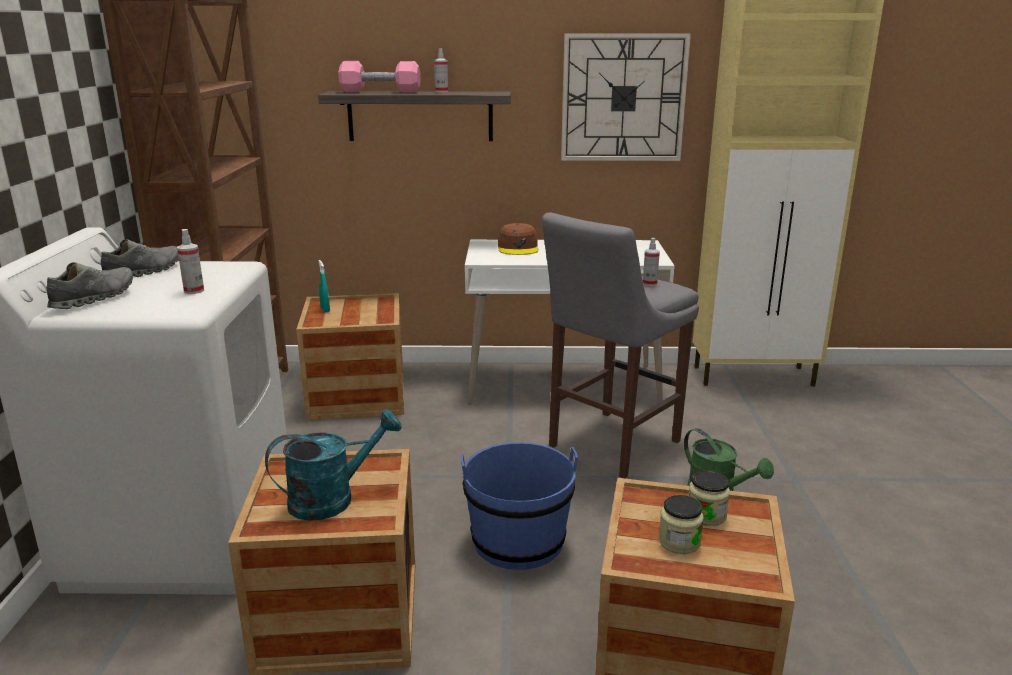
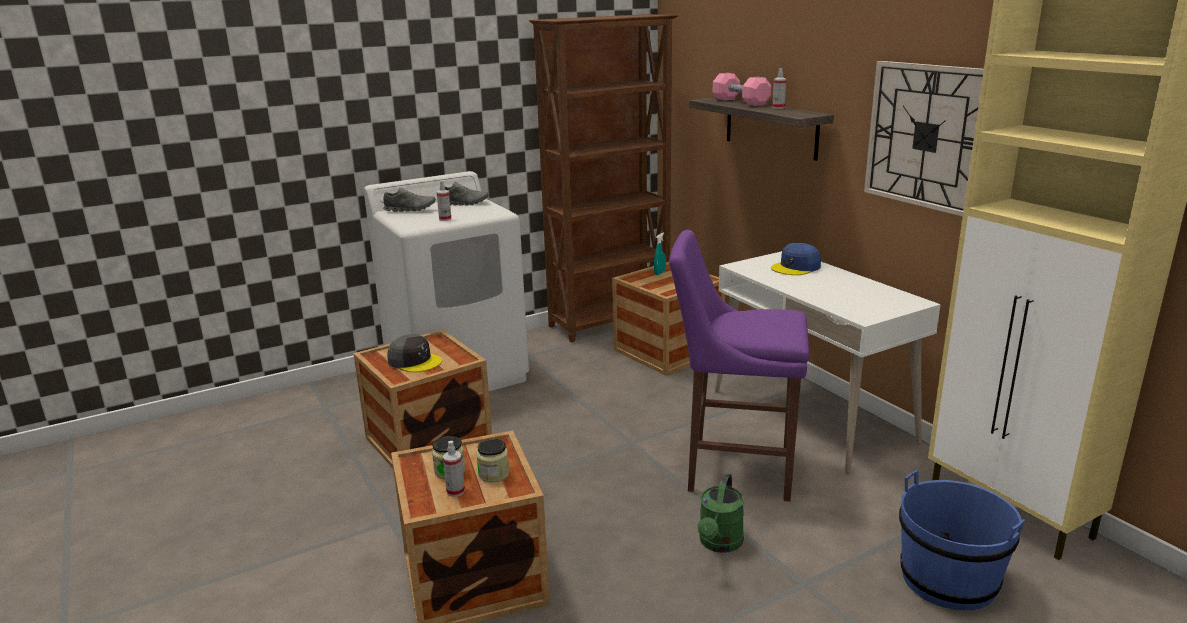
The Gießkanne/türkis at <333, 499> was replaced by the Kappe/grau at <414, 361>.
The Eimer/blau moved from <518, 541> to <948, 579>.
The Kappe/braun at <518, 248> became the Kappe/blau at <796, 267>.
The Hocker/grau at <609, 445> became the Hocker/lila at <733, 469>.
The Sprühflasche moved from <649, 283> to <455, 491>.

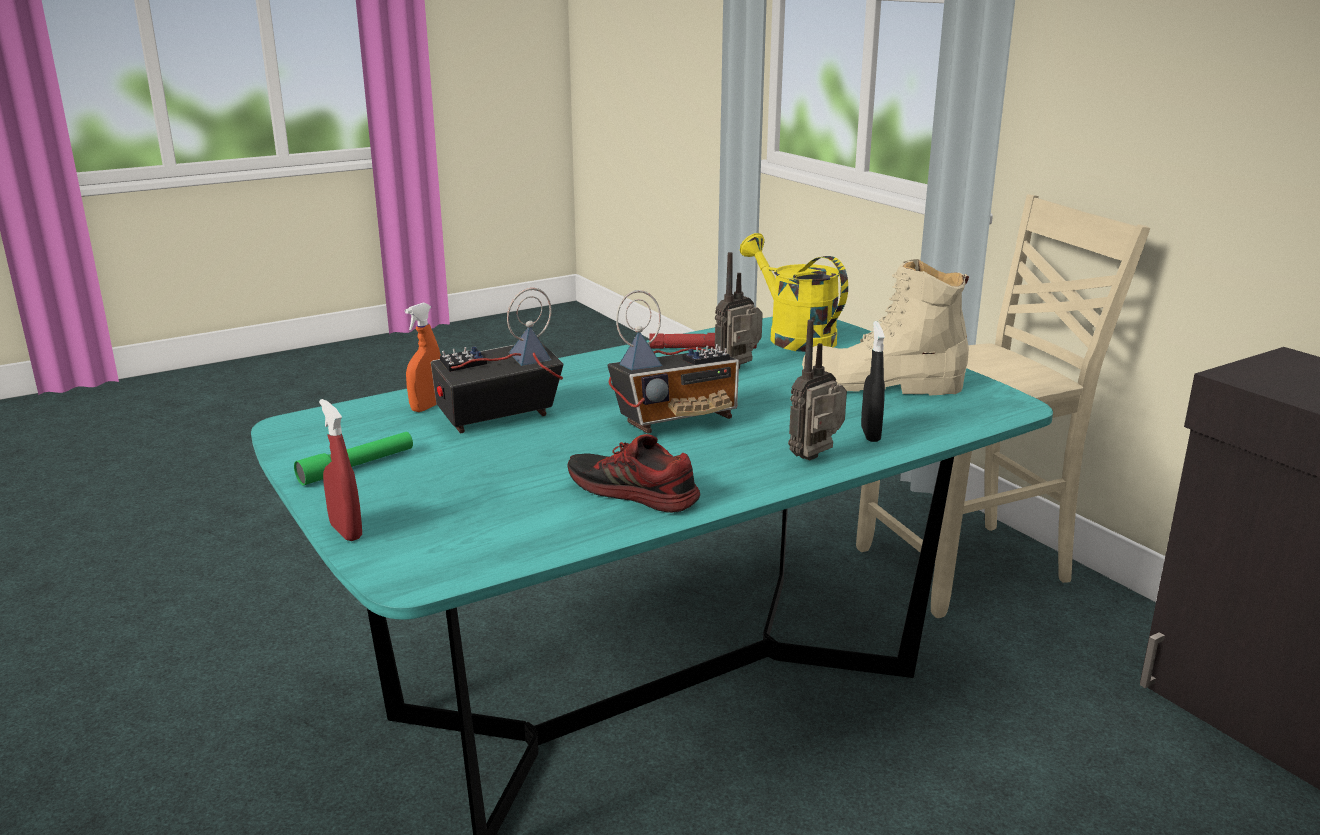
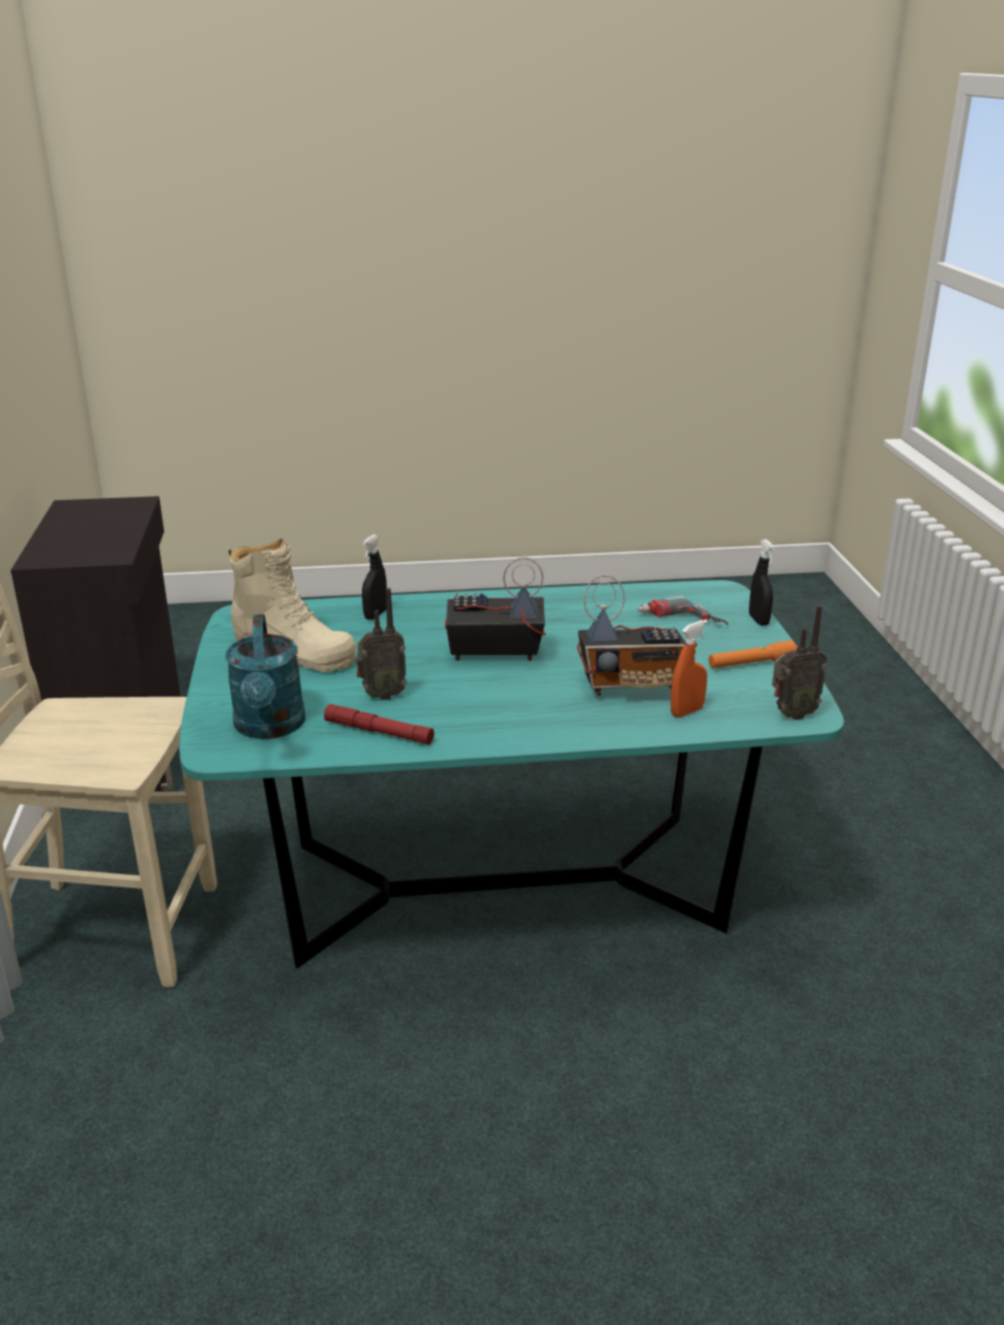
The Taschenlampe/grün at <357, 467> became the Taschenlampe/orange at <751, 663>.
The Sprühflasche/rot at <346, 531> became the Sprühflasche/schwarz at <758, 620>.
The Schuh at <632, 493> disappeared.
The Gießkanne/gelb at <793, 337> became the Gießkanne/türkis at <270, 728>.
The Radio moved from <817, 458> to <791, 714>.
The Bohrmaschine at <680, 621> appeared.

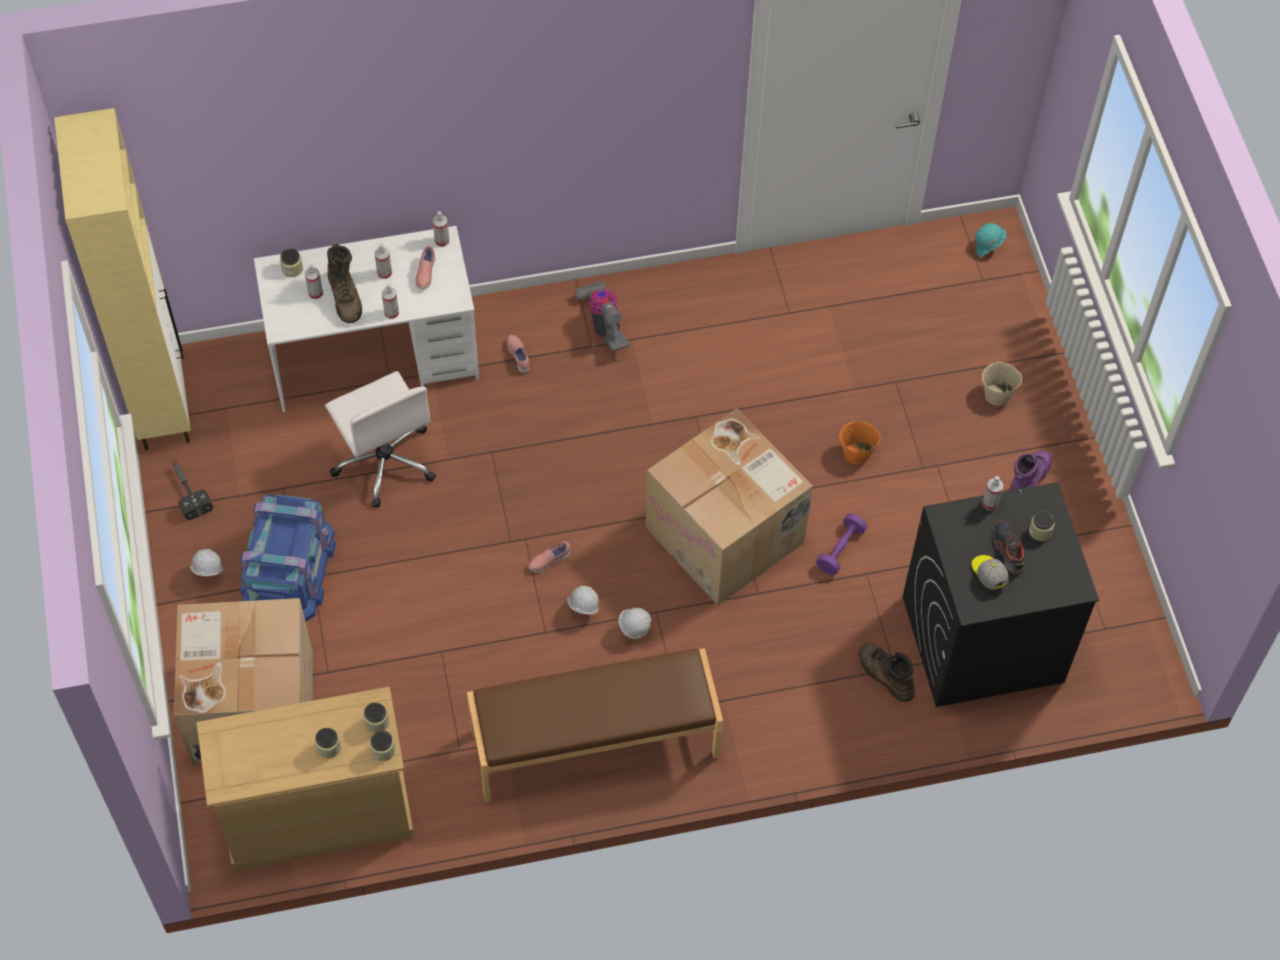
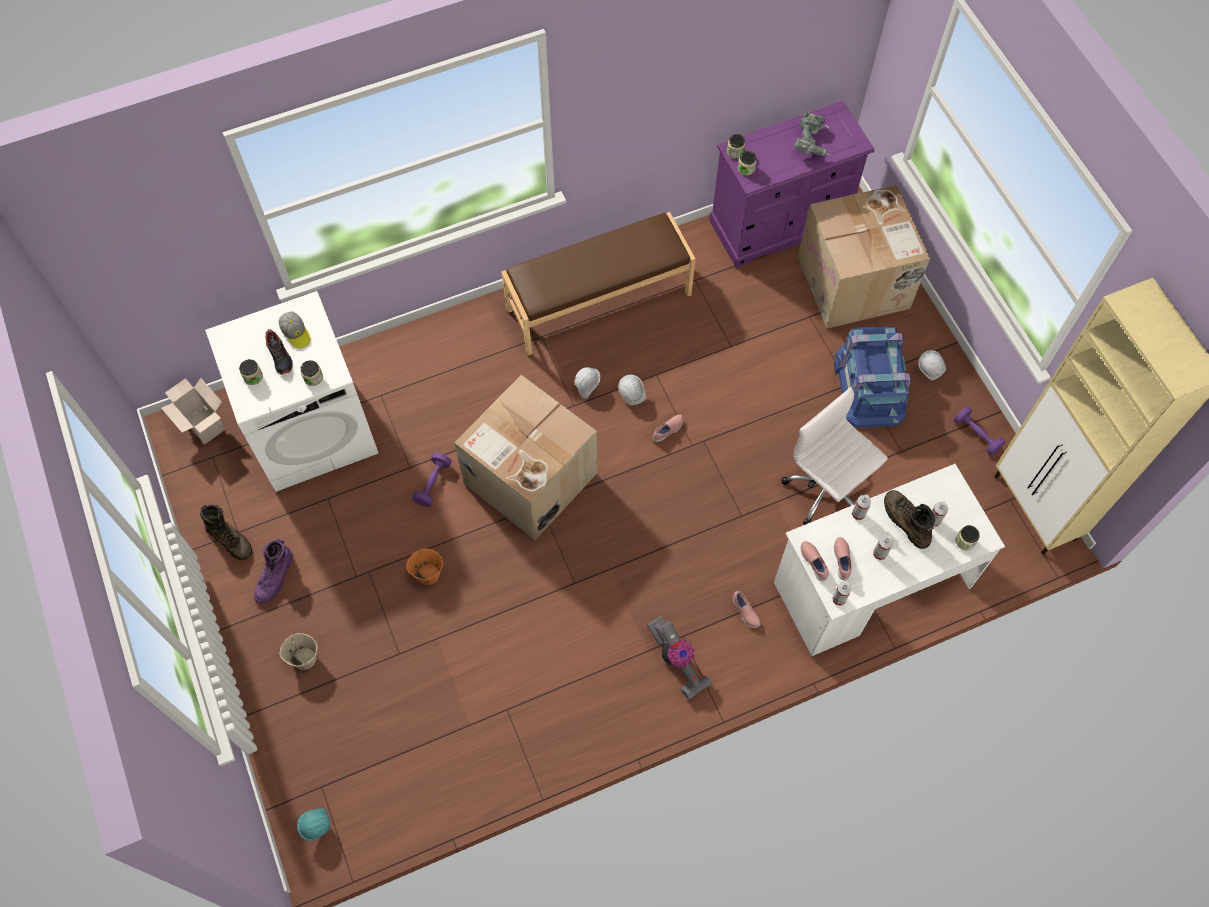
The Hammer at <187, 490> was replaced by the Hantel/lila at <976, 435>.
The Kommode/beige at <317, 813> became the Kommode/lila at <780, 223>.
The Vorratsglas moved from <329, 747> to <313, 377>.
The Stiefel/braun moved from <885, 675> to <230, 539>.
The Waschmaschine/schwarz at <981, 639> became the Waschmaschine/weiß at <313, 430>.
The Sprühflasche at <990, 503> disappeared.
The Karton at <203, 425> appeared.
The Bohrmaschine at <812, 143> appeared.
The Schuh/rosa at <814, 562> appeared.

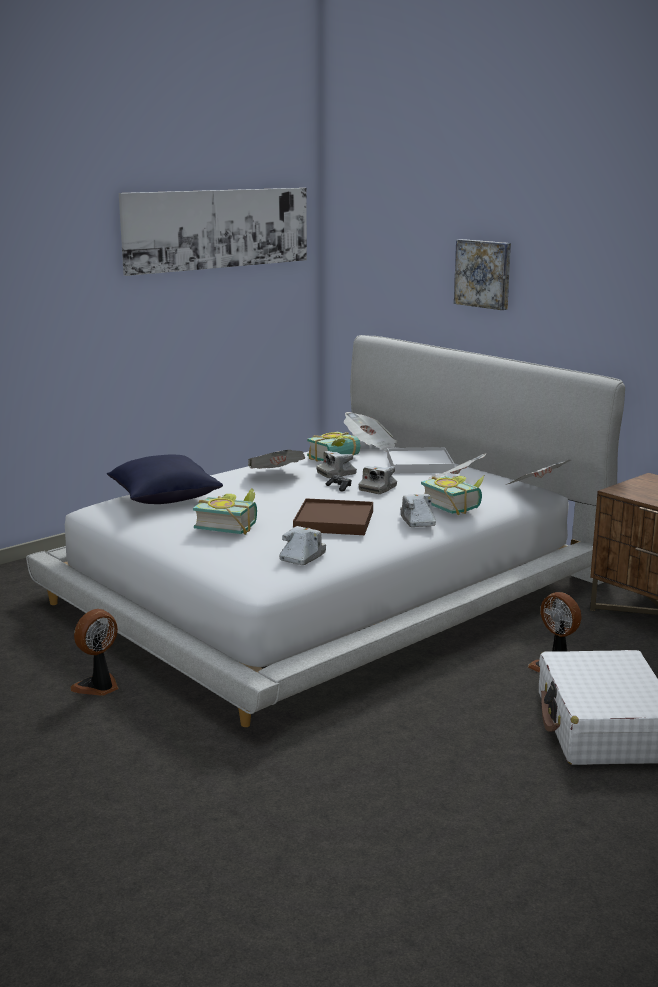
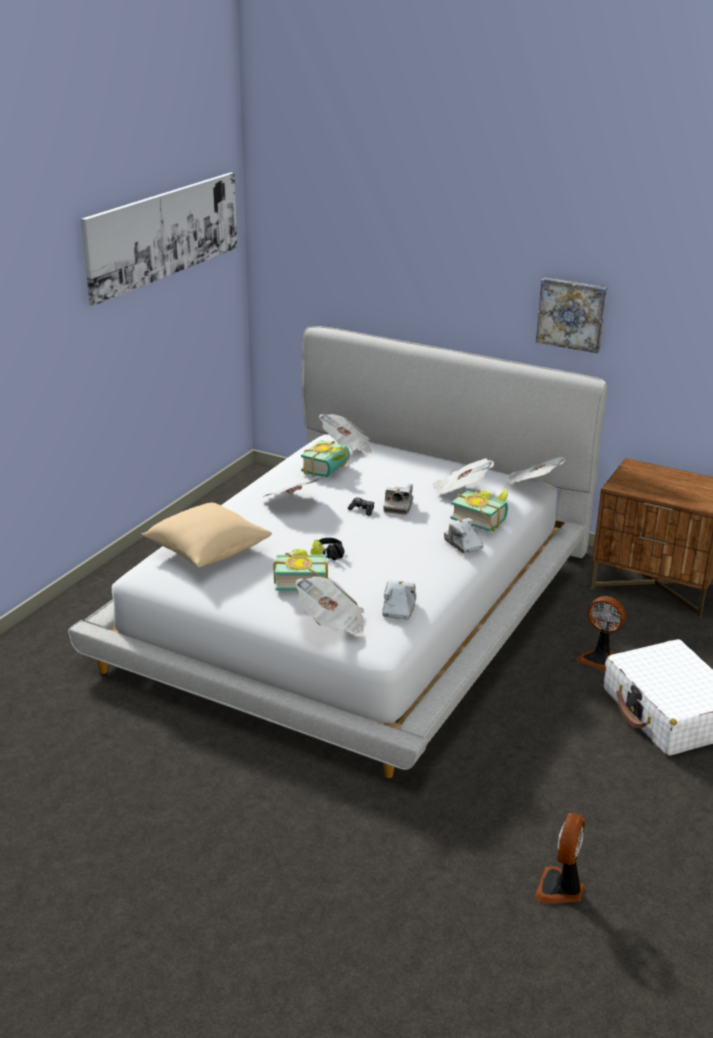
The Ventilator moved from <98, 687> to <561, 888>.
The Kissen/blau at <164, 498> became the Kissen/beige at <207, 551>.
The Tablett/braun at <333, 521> disappeared.
The Kamera at <336, 473> disappeared.
The Tablett/weiß at <420, 464> disappeared.
The Bild moved from <484, 273> to <571, 314>.
The Zeitung at <332, 623> appeared.
The Kopfhörer/schwarz at <333, 556> appeared.

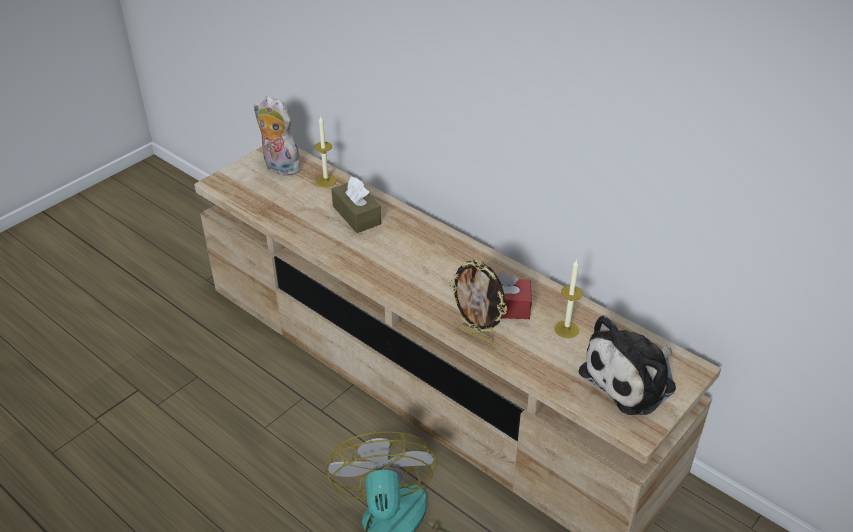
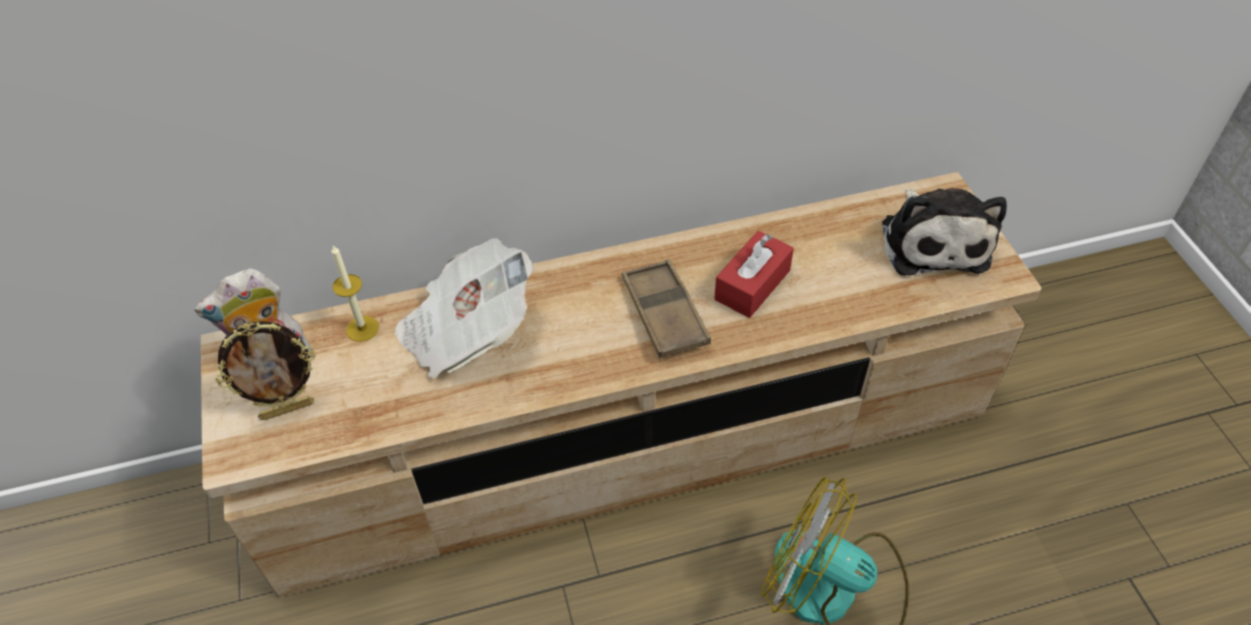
The Taschentuchbox/braun at <356, 215> was replaced by the Zeitung at <467, 331>.
The Bilderrahmen moved from <476, 335> to <287, 409>.
The Kerze at <566, 329> disappeared.
The Tablett/braun at <664, 314> appeared.

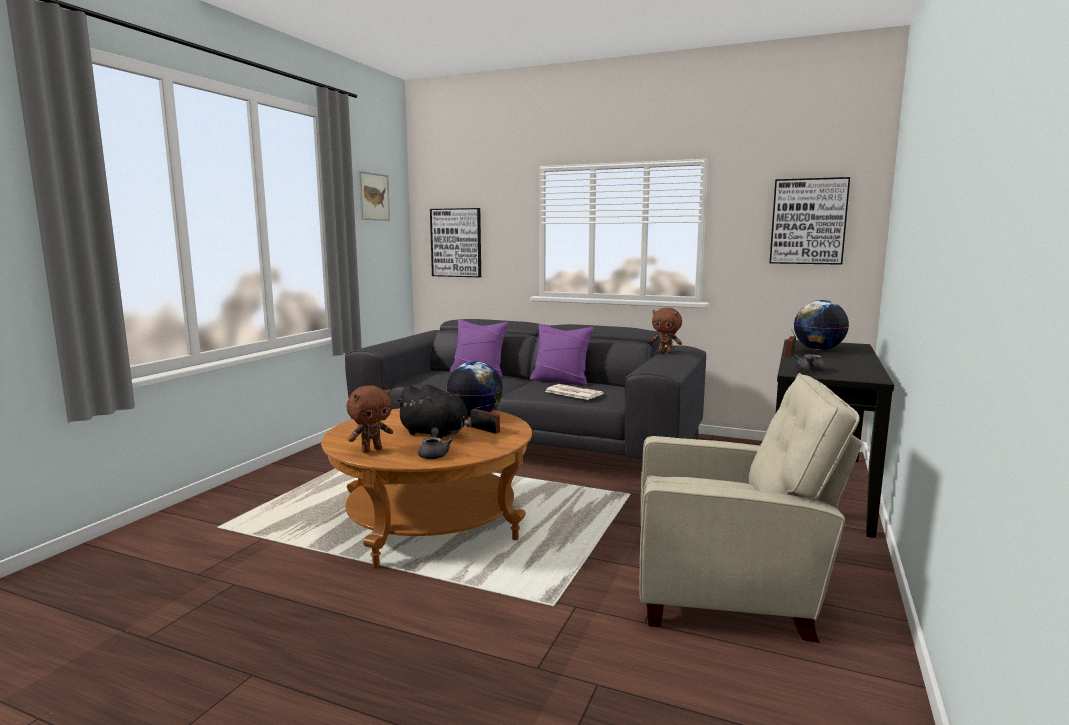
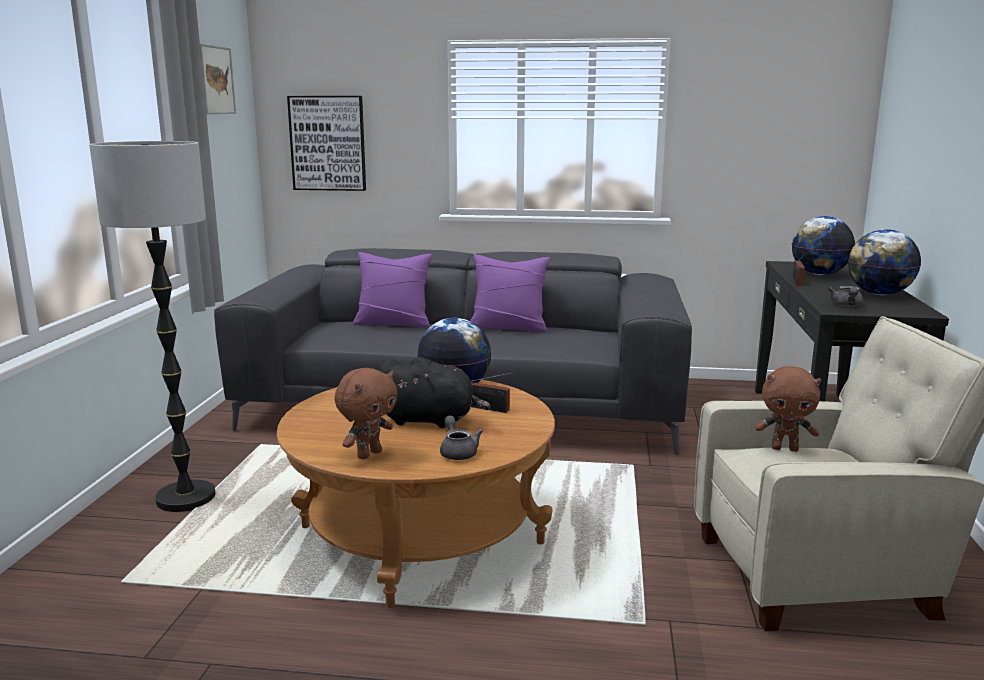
The Zeitung at <572, 393> disappeared.
The Plüschtier/braun moved from <666, 352> to <785, 448>.
The Bild at <808, 221> disappeared.
The Stehlampe at <186, 498> appeared.
The Globus at <879, 294> appeared.

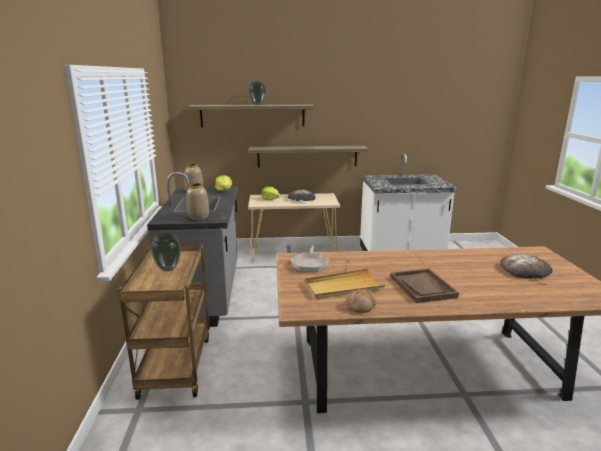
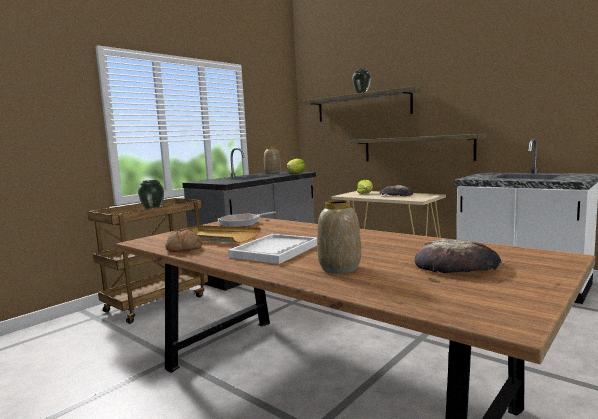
The Vase moved from <198, 217> to <339, 268>.
The Tablett/braun at <423, 287> became the Tablett/weiß at <275, 250>.

